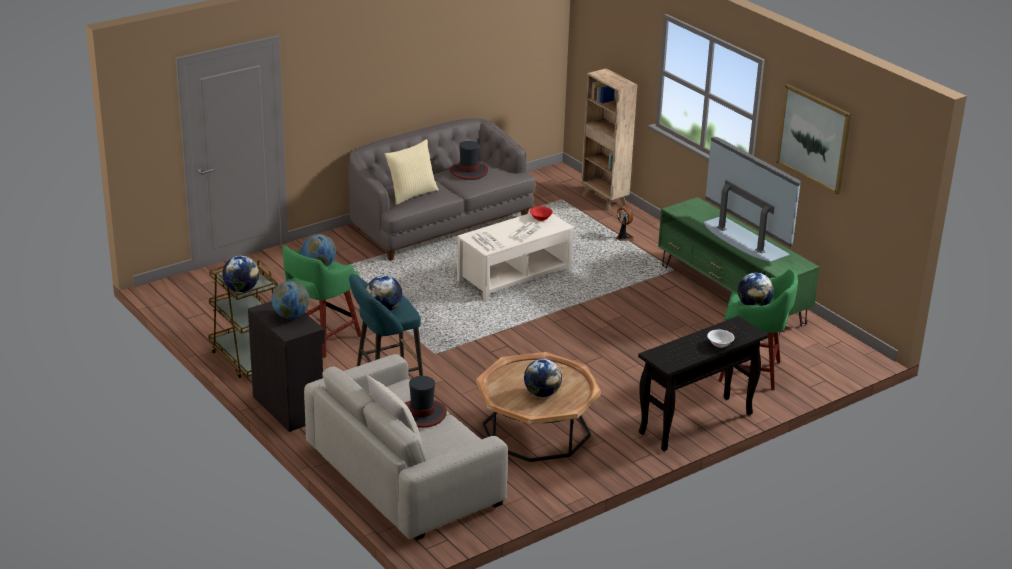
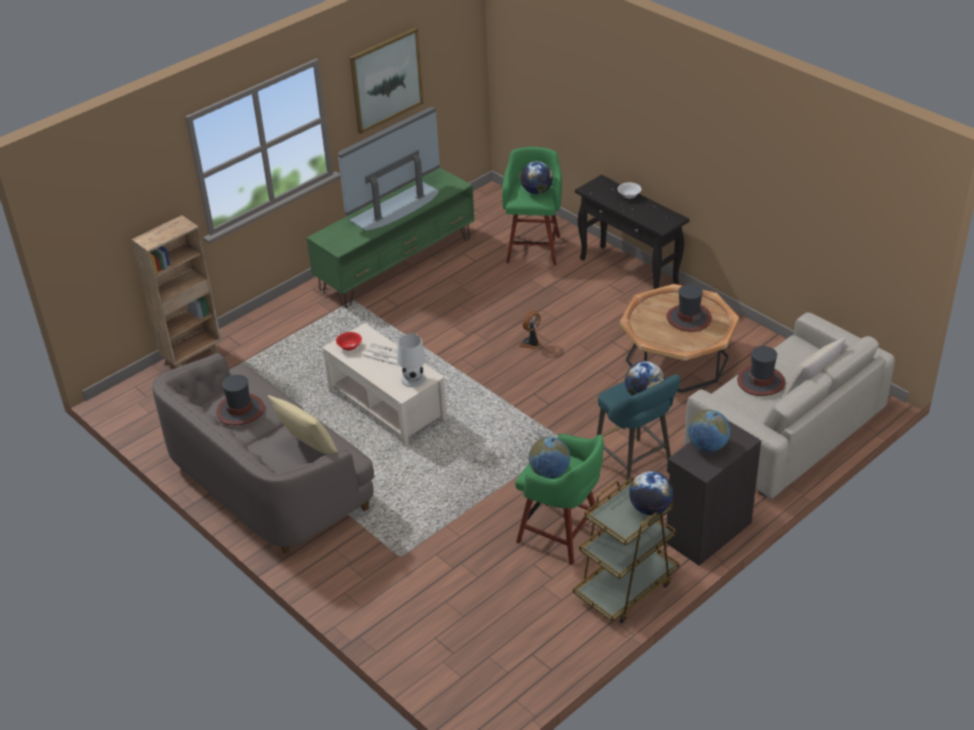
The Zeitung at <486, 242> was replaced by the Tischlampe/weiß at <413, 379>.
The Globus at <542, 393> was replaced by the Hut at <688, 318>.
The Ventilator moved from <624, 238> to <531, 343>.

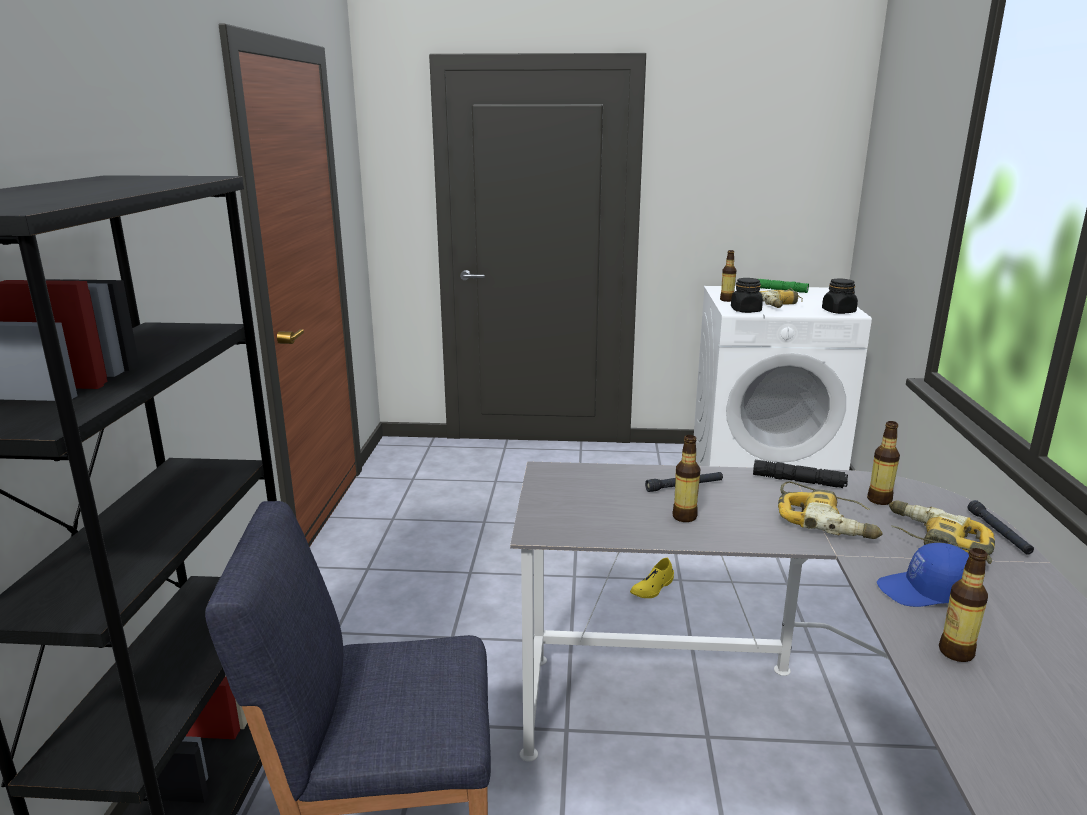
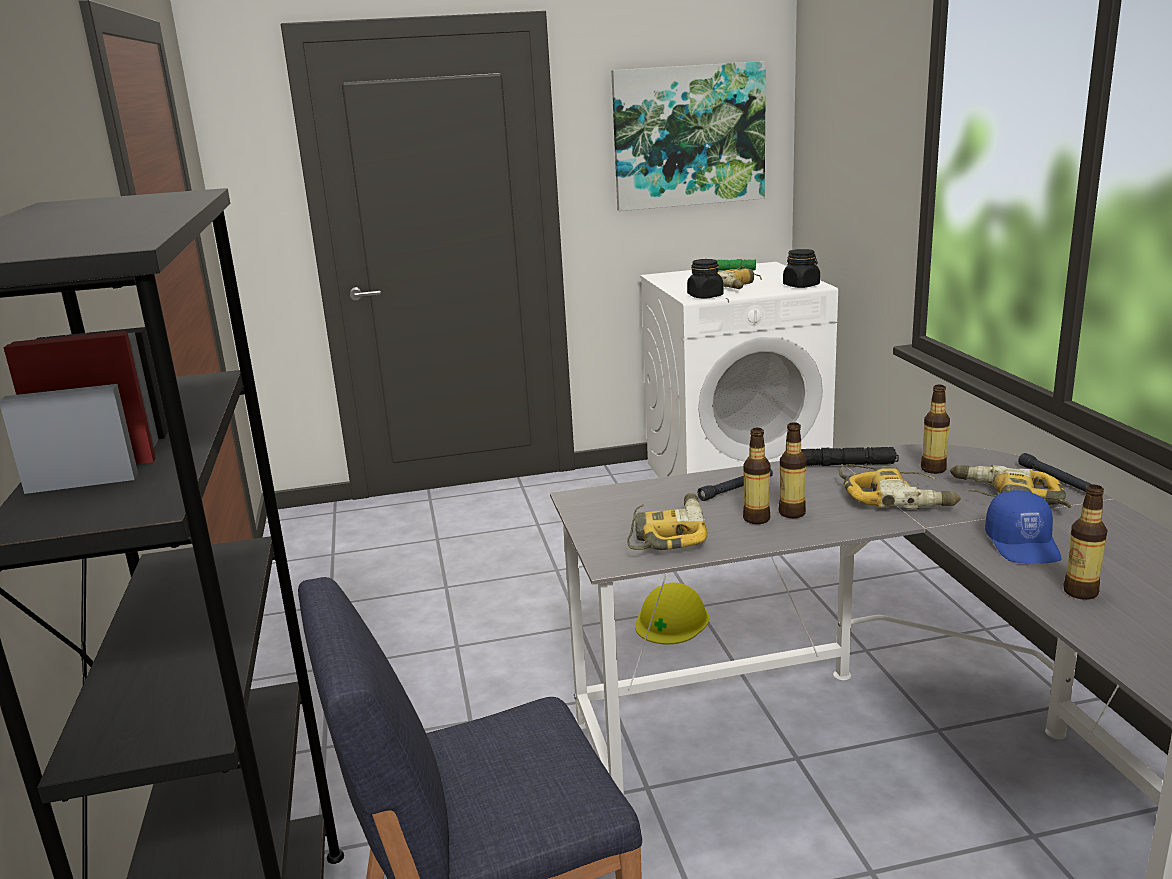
The Schuh/gelb at <652, 588> was replaced by the Schutzhelm/gelb at <672, 621>.
The Flasche moved from <726, 300> to <792, 513>.
The Kappe/blau at <925, 592> turned 75 degrees counterclockwise.
The Bild at <688, 136> appeared.
The Bohrmaschine at <666, 533> appeared.

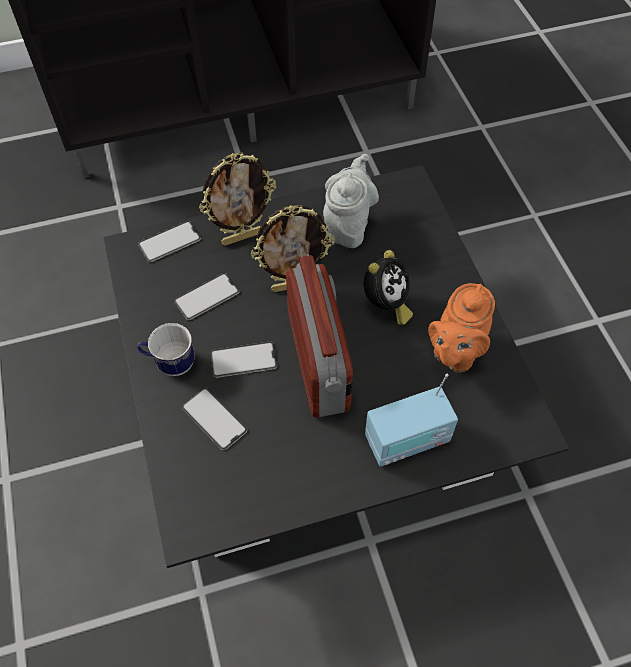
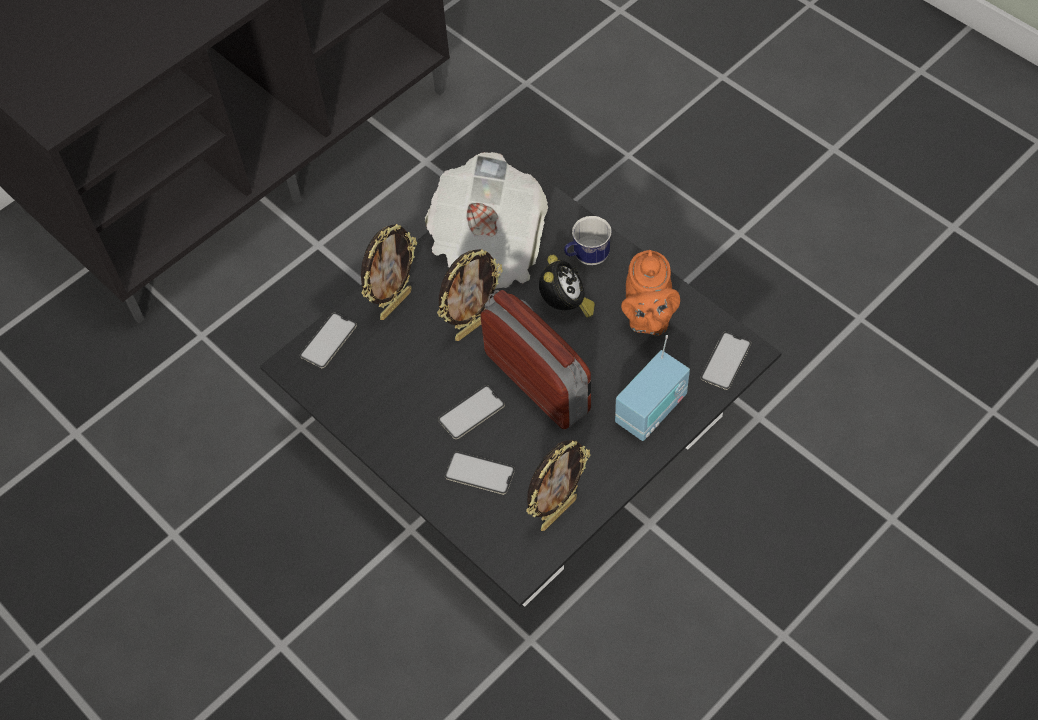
The Henkelbecher moved from <170, 363> to <586, 257>.
The Handy moved from <207, 296> to <726, 361>.
The Teekanne/grau at <348, 226> was replaced by the Zeitung at <486, 249>.
The Bilderrahmen at <557, 513> appeared.

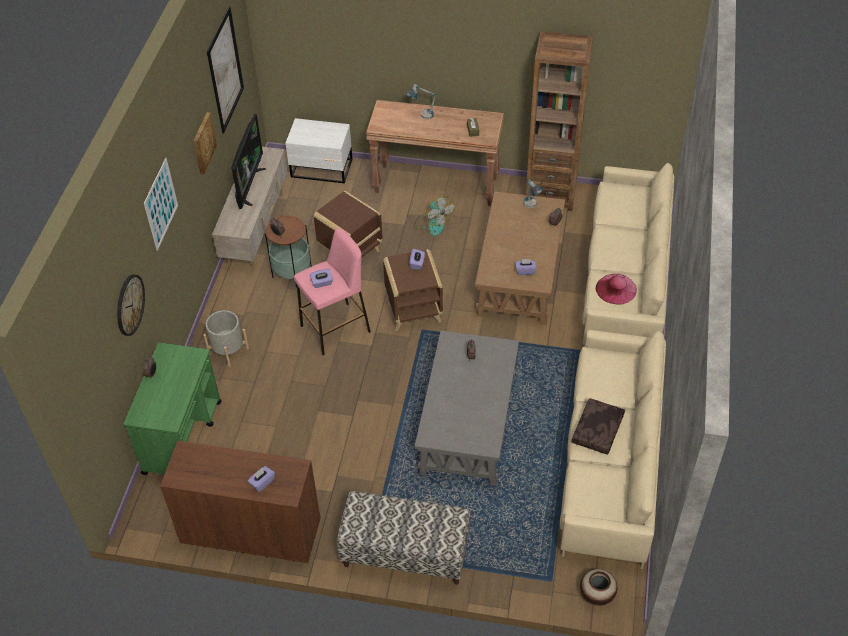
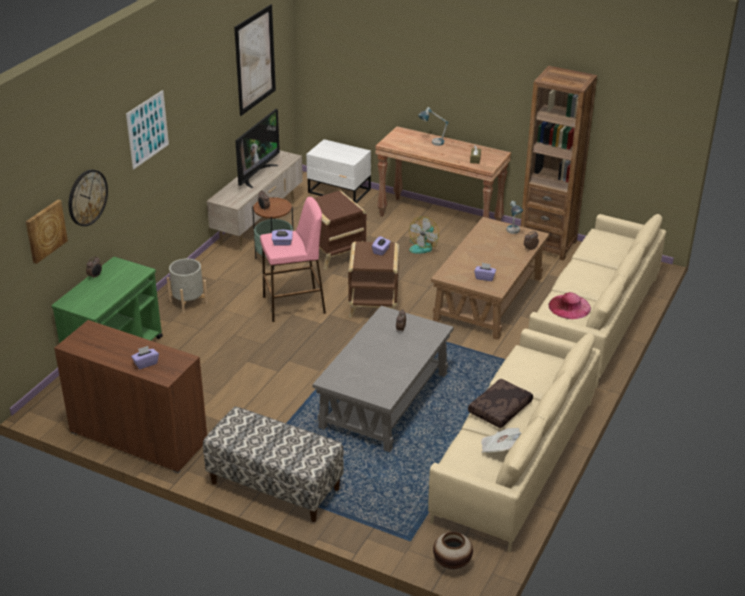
The Bild moved from <203, 143> to <45, 230>.
The Ventilator at <433, 223> turned 45 degrees clockwise.
The Zeitung at <499, 448> appeared.

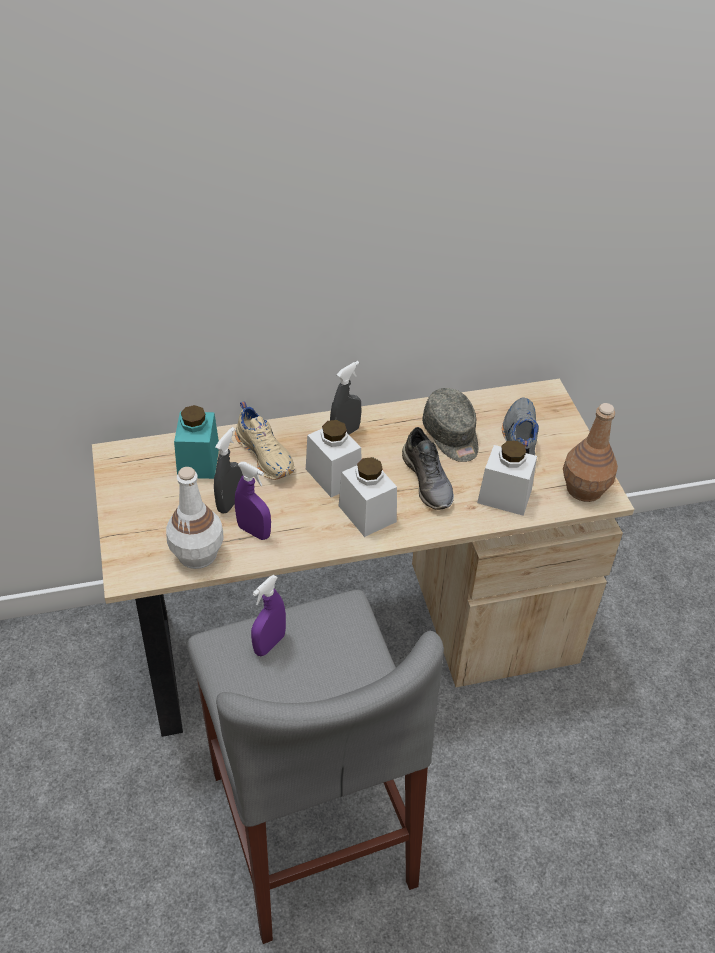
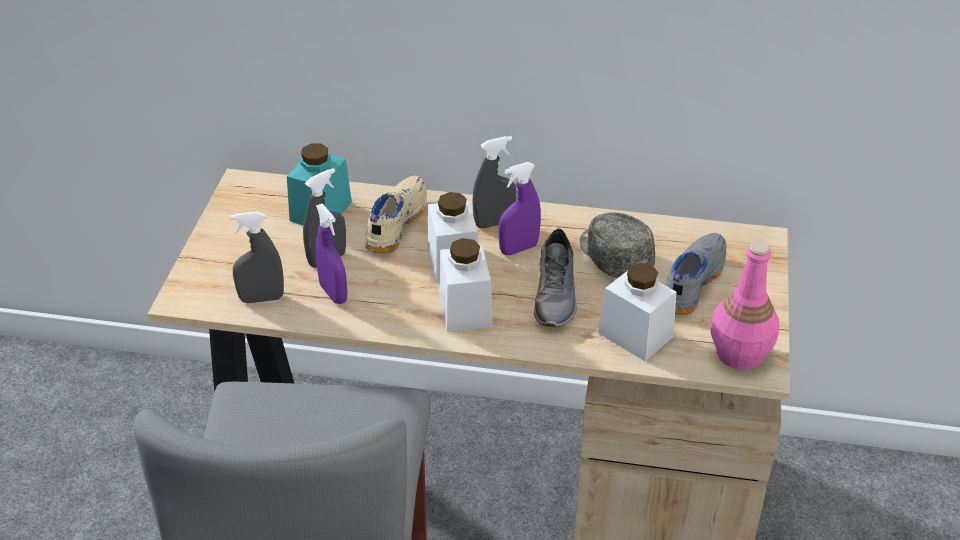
The Flasche/weiß at <196, 554> was replaced by the Sprühflasche/grau at <261, 298>.
The Schuh/beige at <266, 455> turned 150 degrees counterclockwise.
The Sprühflasche/lila moved from <269, 644> to <518, 249>.
The Kappe/grau at <451, 436> turned 150 degrees clockwise.
The Flasche/braun at <583, 489> became the Flasche/rosa at <738, 353>.

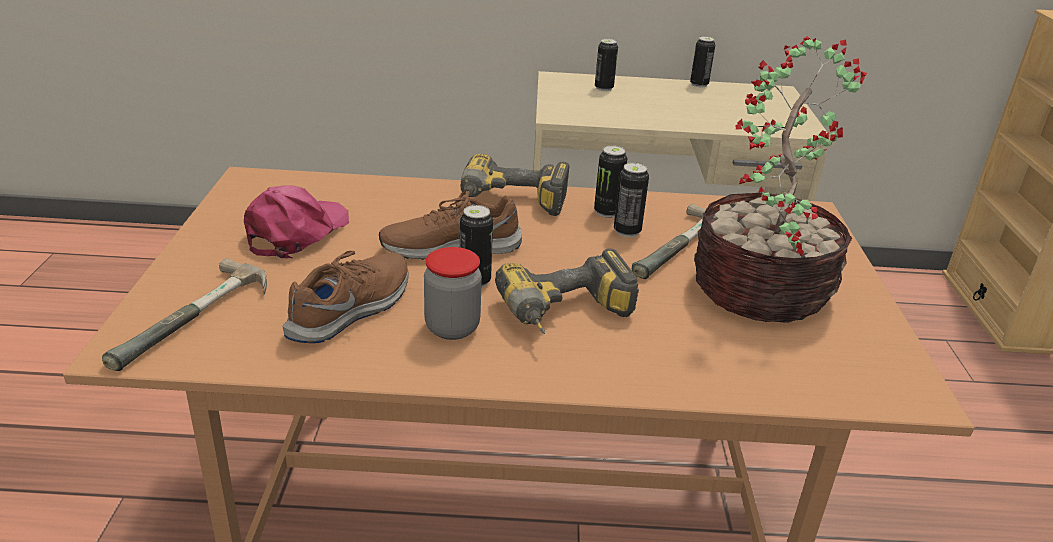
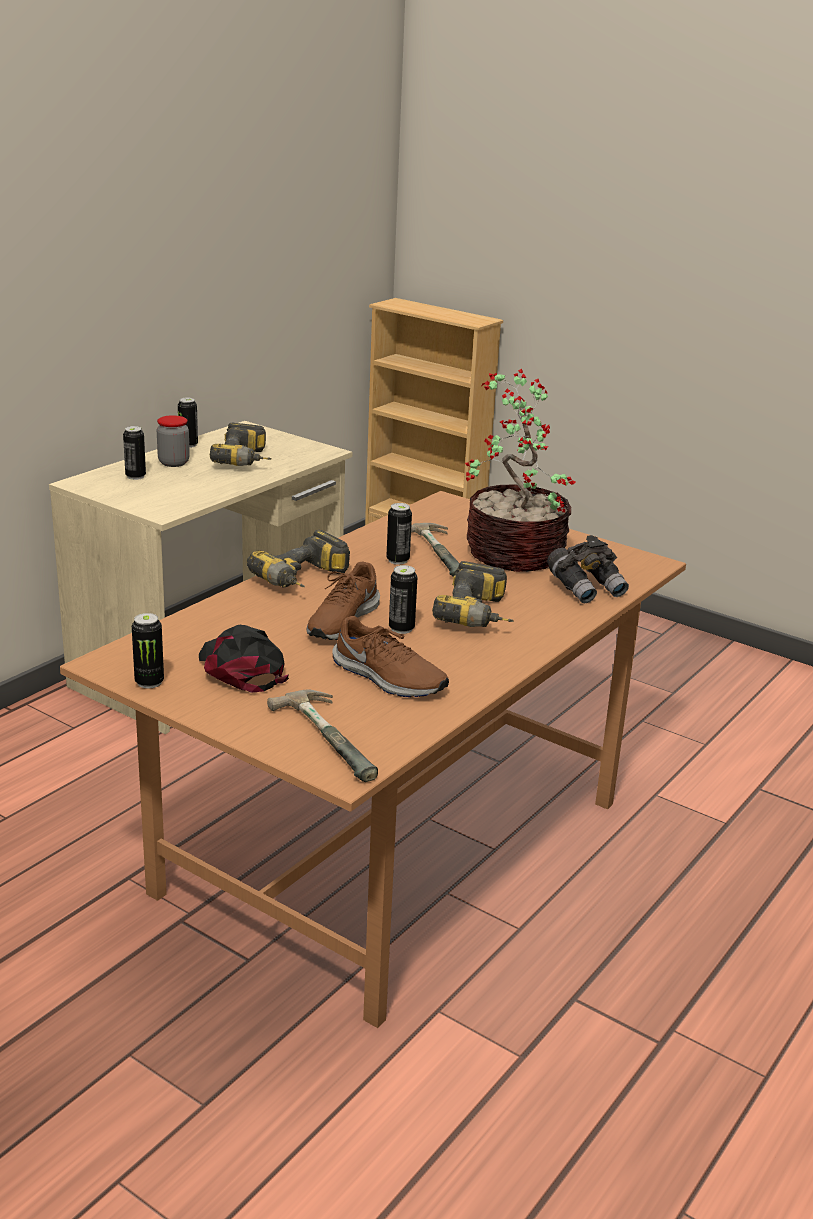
The Kappe/rosa at <296, 232> became the Kappe/schwarz at <241, 668>.
The Schuh/braun at <353, 309> turned 150 degrees clockwise.
The Vorratsglas moved from <452, 328> to <173, 463>.
The Dose moved from <607, 212> to <149, 682>.
The Bohrmaschine at <247, 461> appeared.
The Fernglas/grau at <586, 588> appeared.

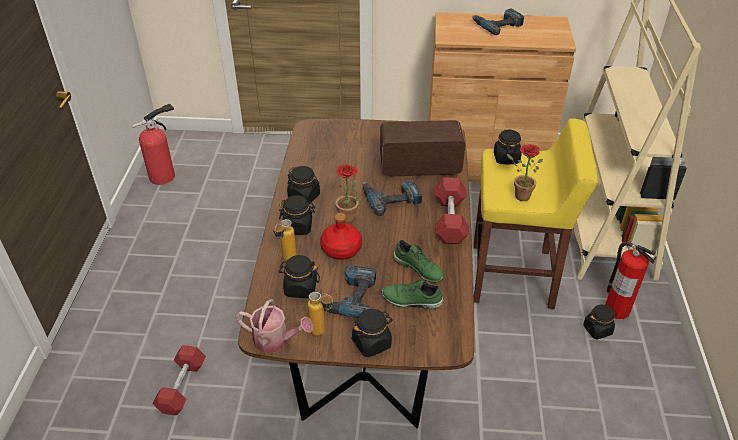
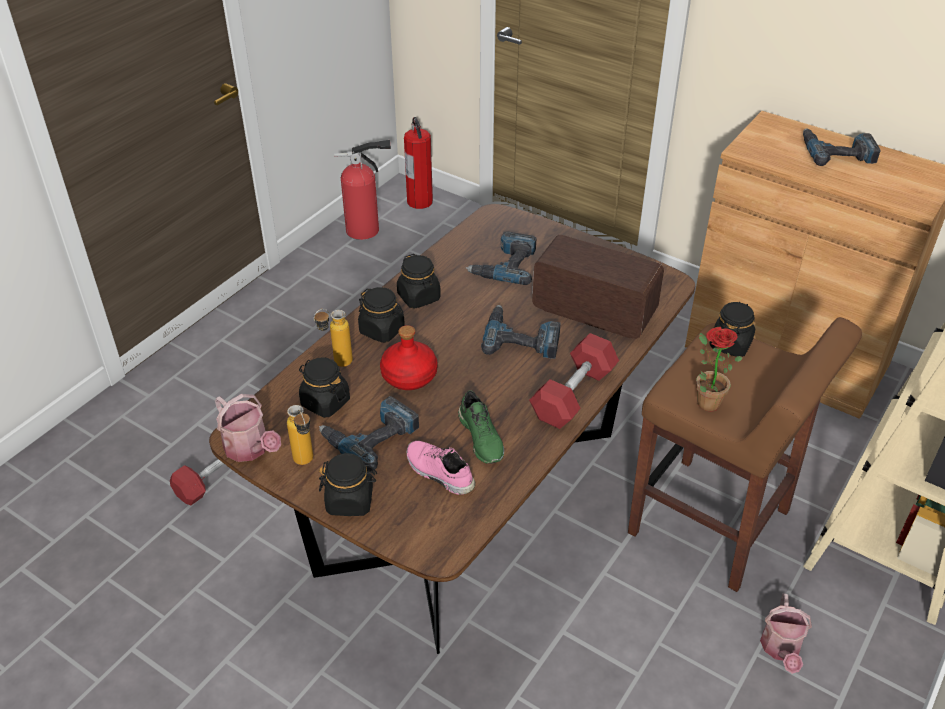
The Topfpflanze at <350, 219> disappeared.
The Schuh/grün at <411, 301> became the Schuh/rosa at <438, 473>.
The Hocker/gelb at <514, 276> became the Hocker/braun at <711, 524>.
The Vorratsglas/schwarz at <597, 329> was replaced by the Gießkanne at <781, 649>.
The Feuerlöscher moved from <616, 309> to <419, 201>.
The Bohrmaschine at <505, 265> appeared.

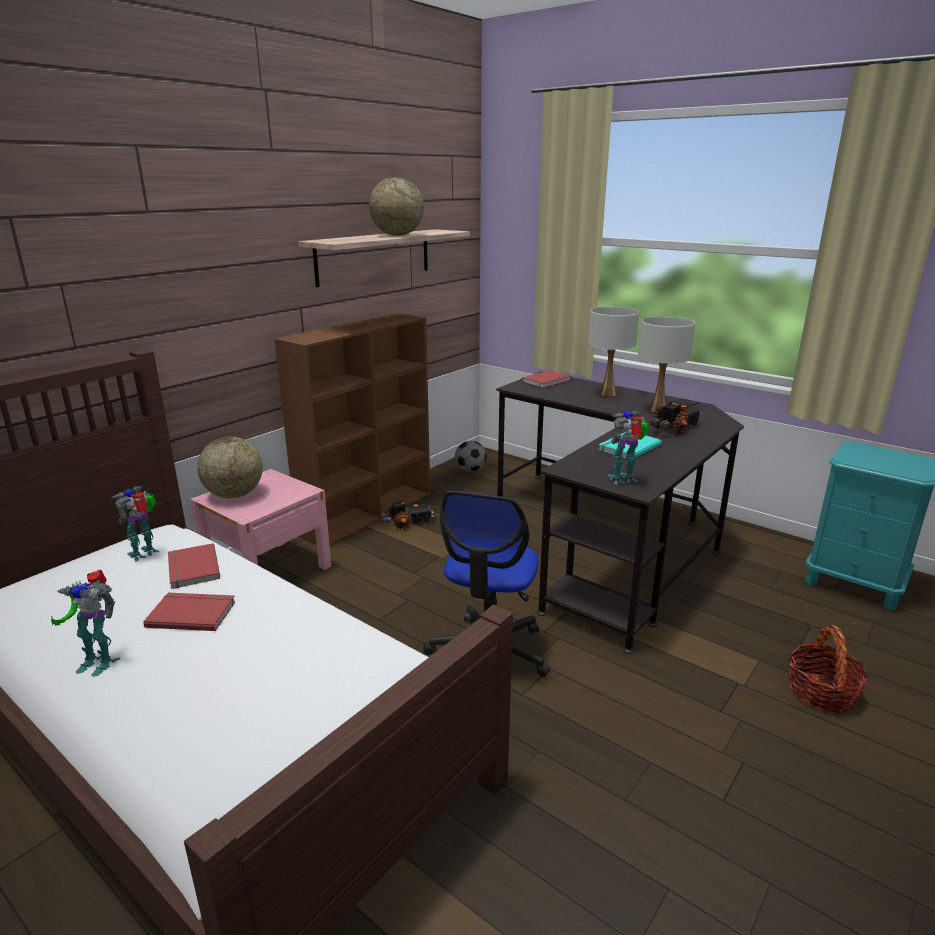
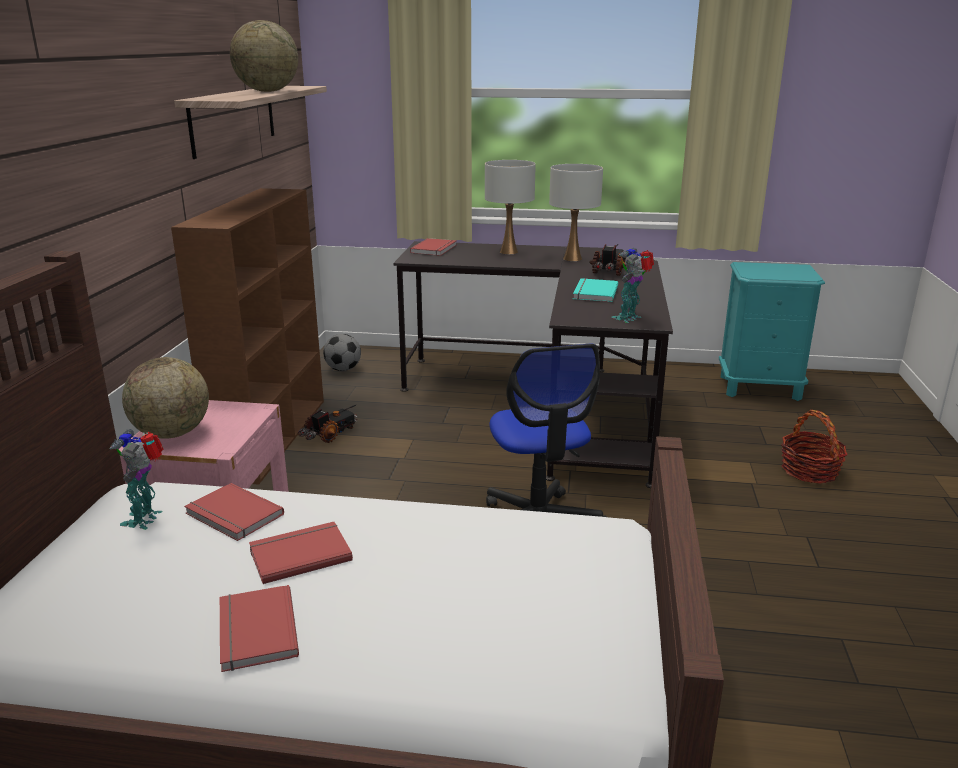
The Spielzeugroboter at <98, 661> was replaced by the Buch/rot at <254, 631>.

